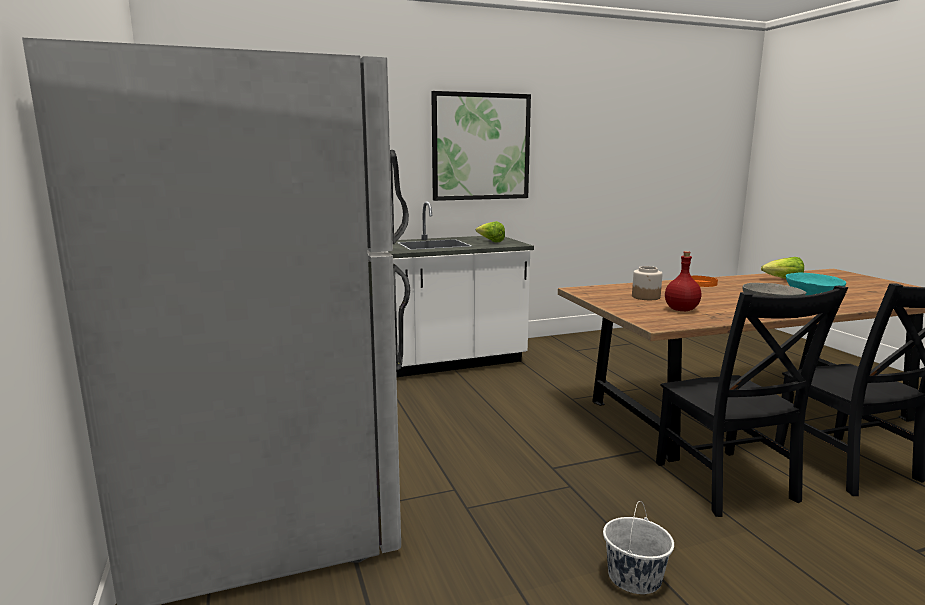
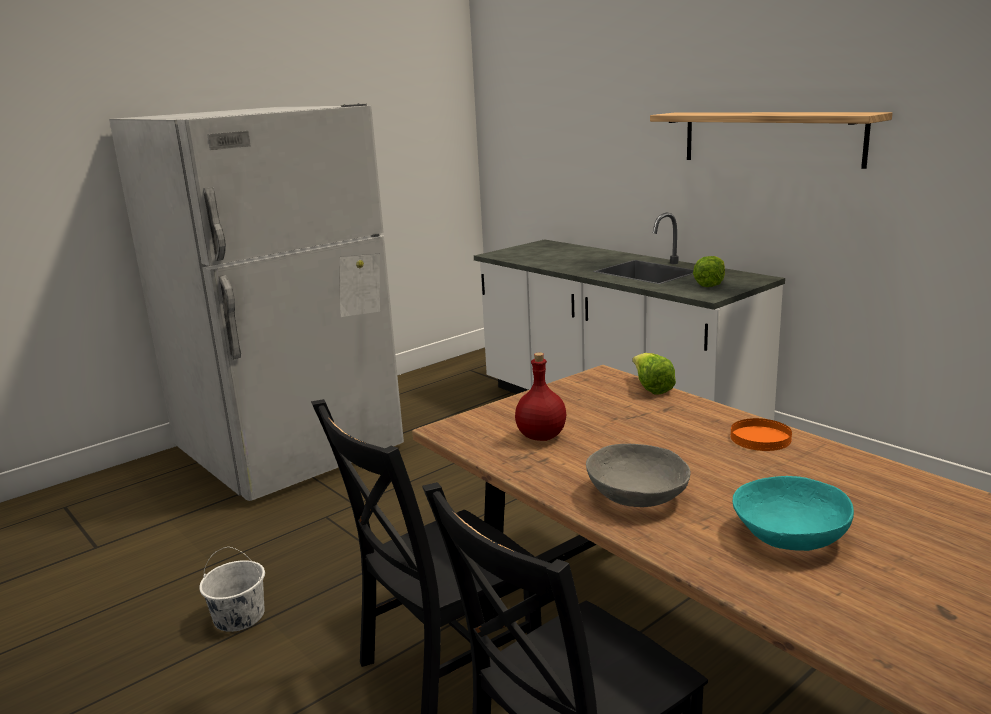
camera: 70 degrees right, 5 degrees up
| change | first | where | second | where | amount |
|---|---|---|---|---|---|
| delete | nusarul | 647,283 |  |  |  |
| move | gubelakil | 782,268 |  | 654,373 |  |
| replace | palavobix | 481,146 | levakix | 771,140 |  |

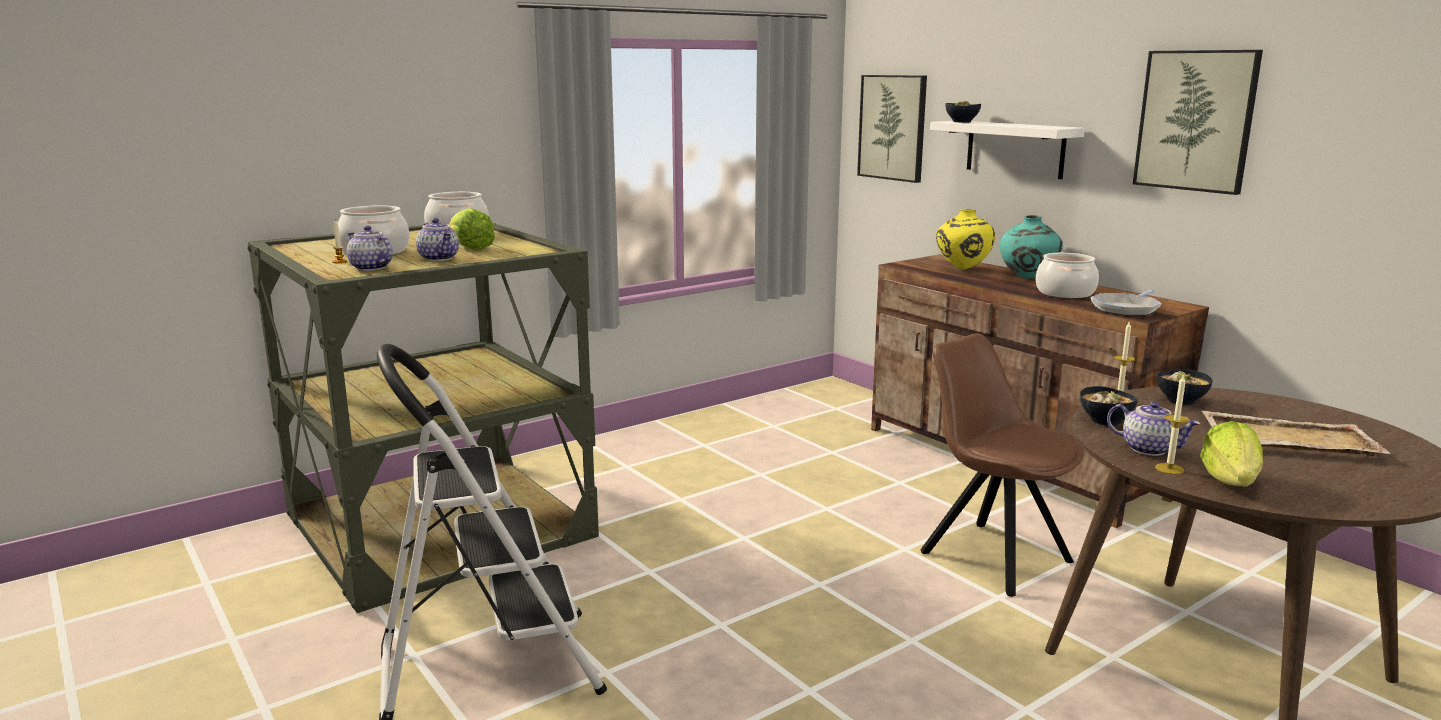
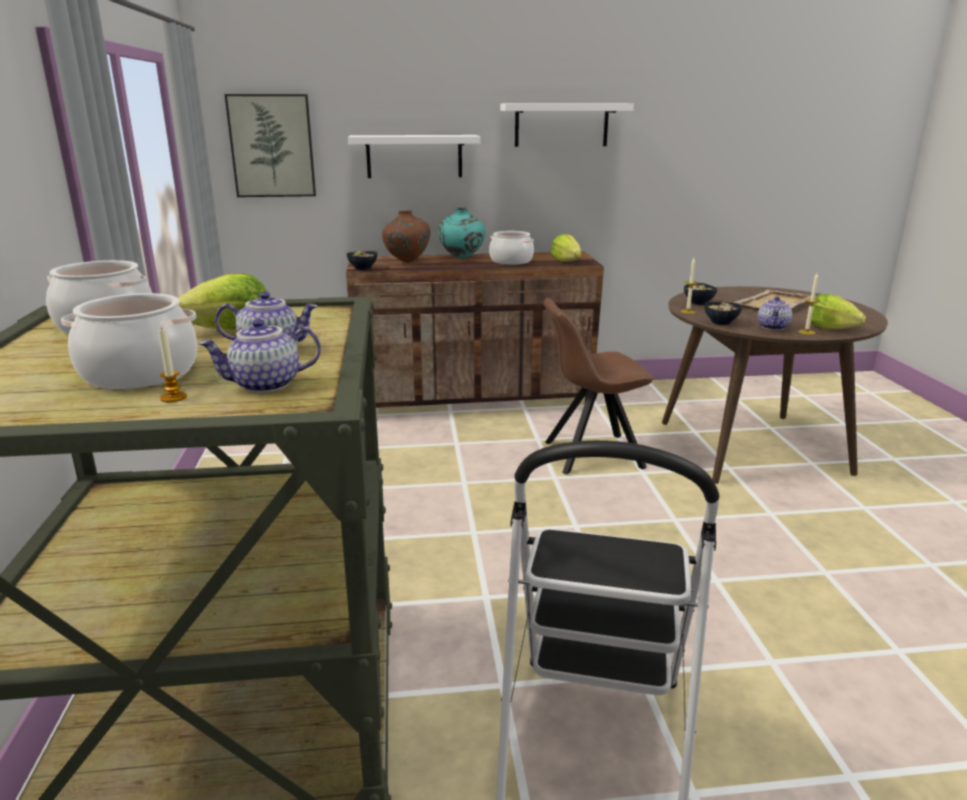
camera: 60 degrees left, 5 degrees up
| change | first | where | second | where | amount |
|---|---|---|---|---|---|
| move | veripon | 963,111 |  | 362,260 |  |
| replace | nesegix | 1126,302 | gubelakil | 566,248 |  |
| replace | palavobix | 1198,122 | white_levakix | 567,125 |  |
| recolor | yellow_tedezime | 965,239 | brown_tedezime | 406,236 |  |
| rotate | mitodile | 1153,428 |  | 775,313 | 135 degrees clockwise |

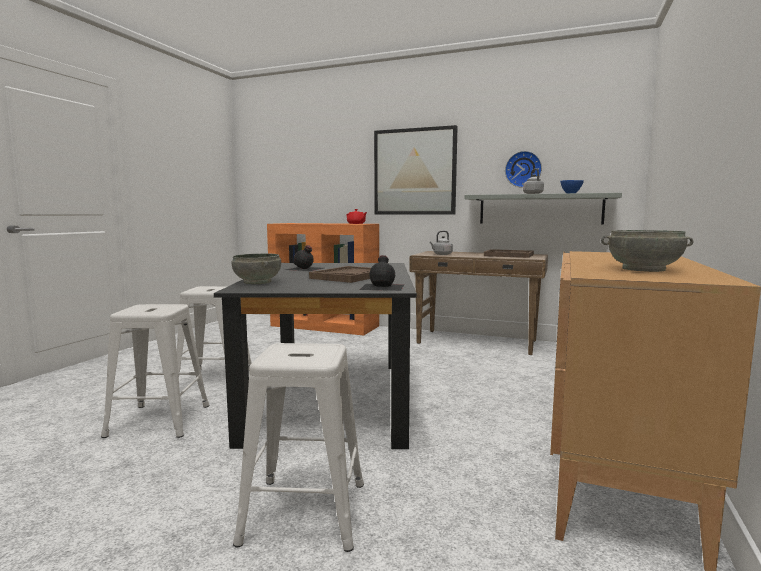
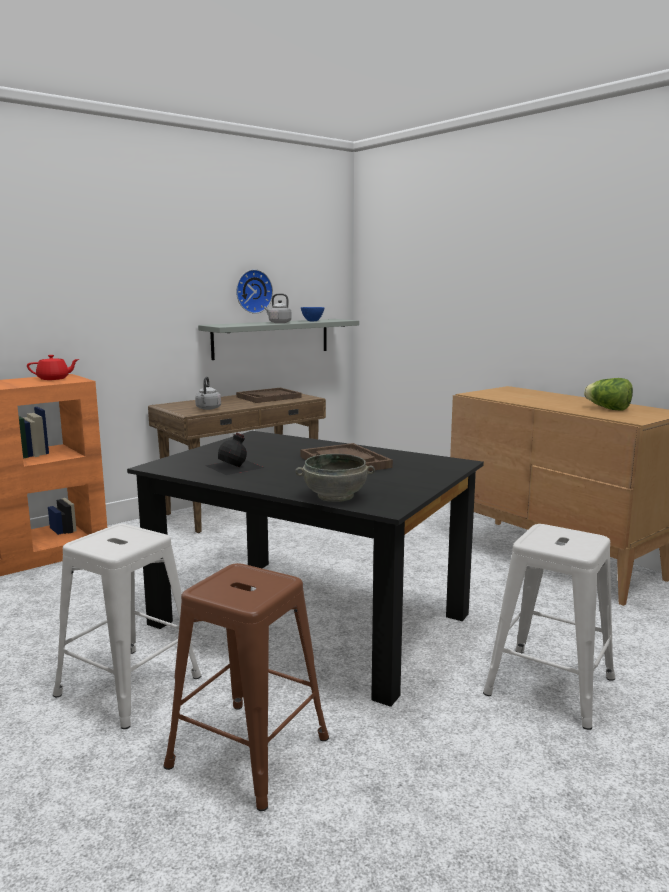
camera: 60 degrees left, 5 degrees up
| change | first | where | second | where | amount |
|---|---|---|---|---|---|
| delete | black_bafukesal | 382,273 |  |  |  |
| delete | palavobix | 416,170 |  |  |  |
| replace | grey_veripon | 647,251 | gubelakil | 608,394 |  |
| recolor | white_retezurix | 155,371 | brown_retezurix | 246,687 |  |

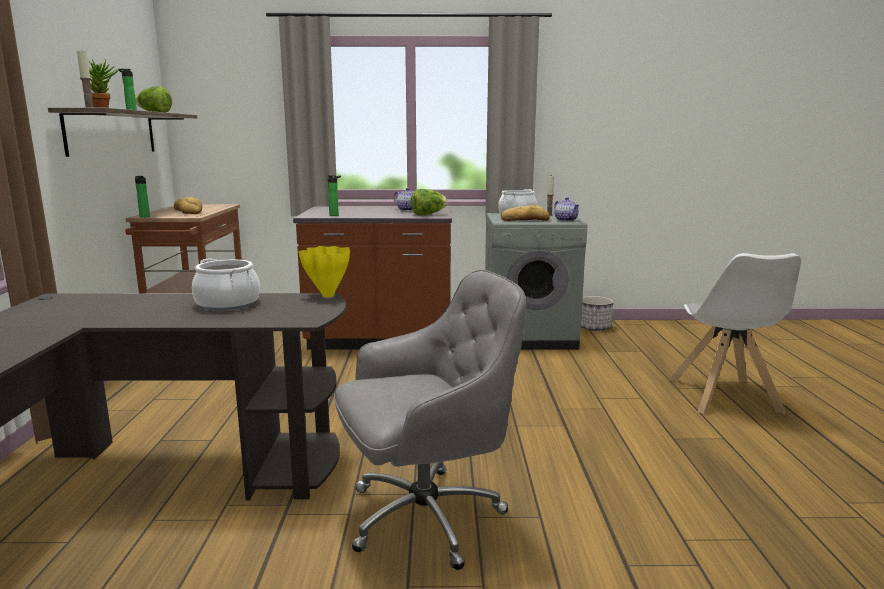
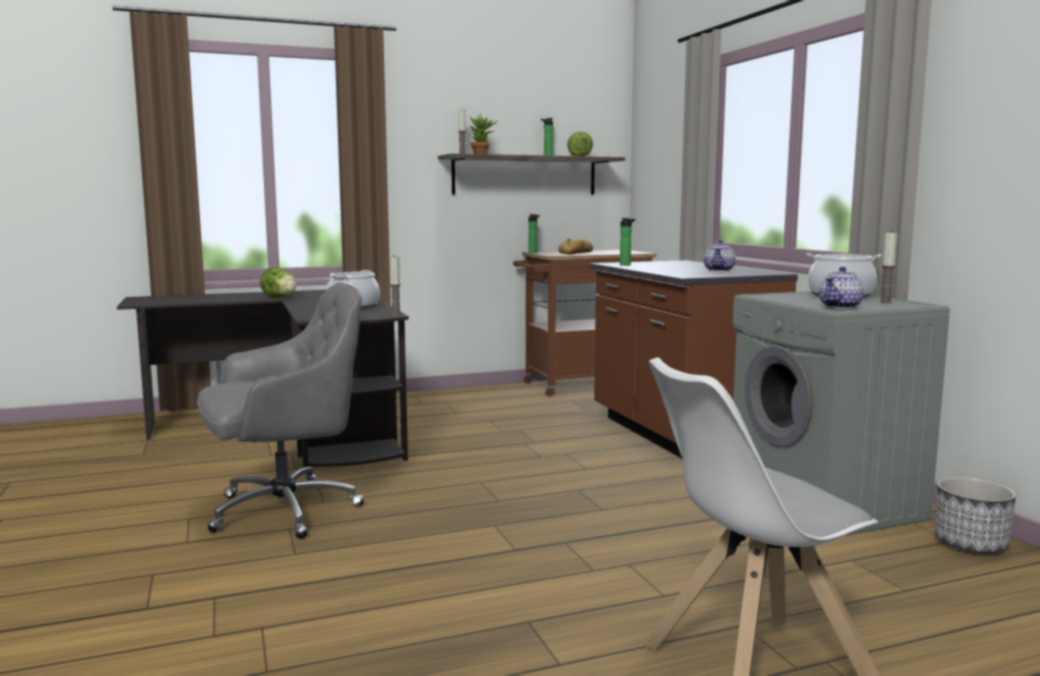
camera: 70 degrees right, 5 degrees down
| change | first | where | second | where | amount |
|---|---|---|---|---|---|
| delete | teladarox | 525,213 |  |  |  |
| move | gubelakil | 429,202 |  | 278,282 |  |
| replace | yellow_tedezime | 324,271 | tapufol | 395,285 |  |
| rotate | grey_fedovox | 430,420 |  | 280,411 | 75 degrees counterclockwise |

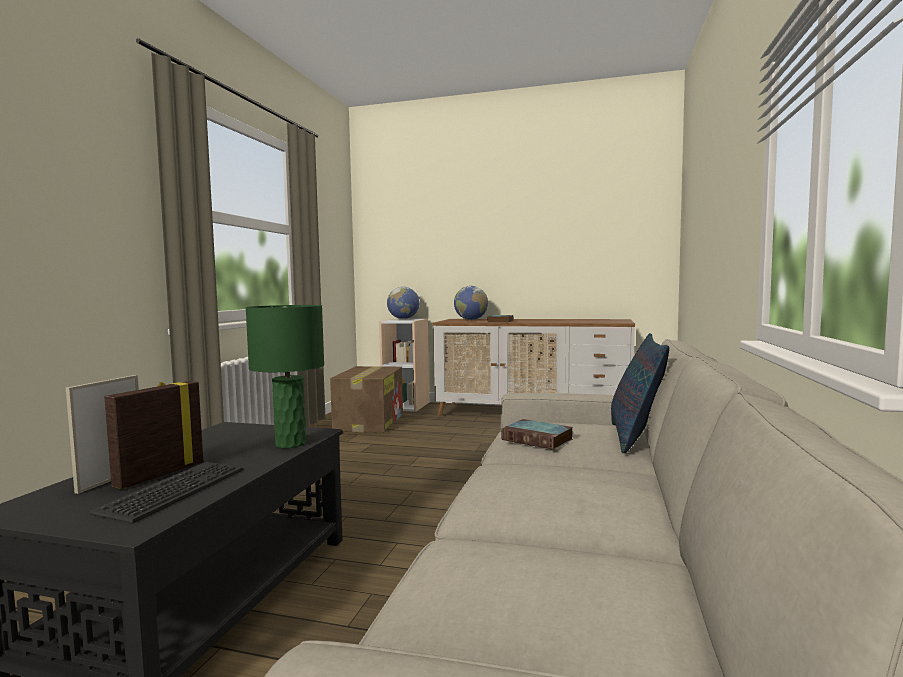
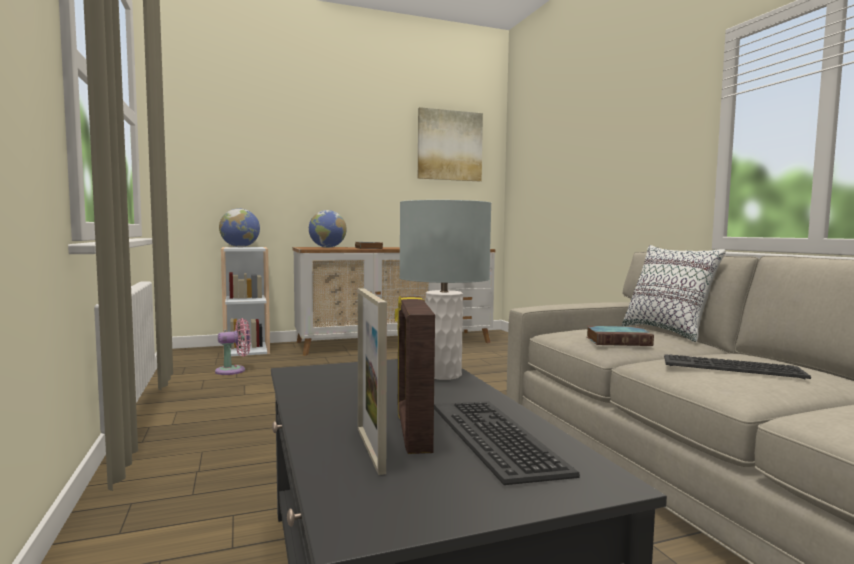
camera: 35 degrees left, 0 degrees up
| change | first | where | second | where | amount |
|---|---|---|---|---|---|
| insert |  |  | palavobix | 450,144 |  |
| insert |  |  | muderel | 737,366 |  |
| replace | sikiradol | 366,399 | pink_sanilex | 232,346 |  |
| recolor | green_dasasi | 285,376 | grey_dasasi | 445,290 |  |
| recolor | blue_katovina | 640,393 | white_katovina | 674,293 |  |

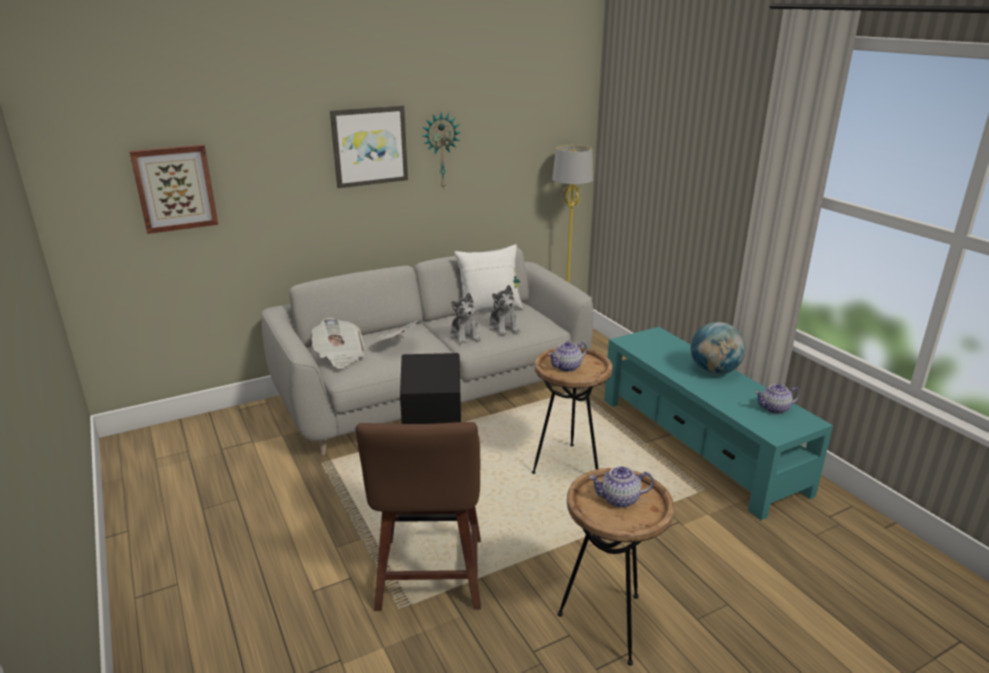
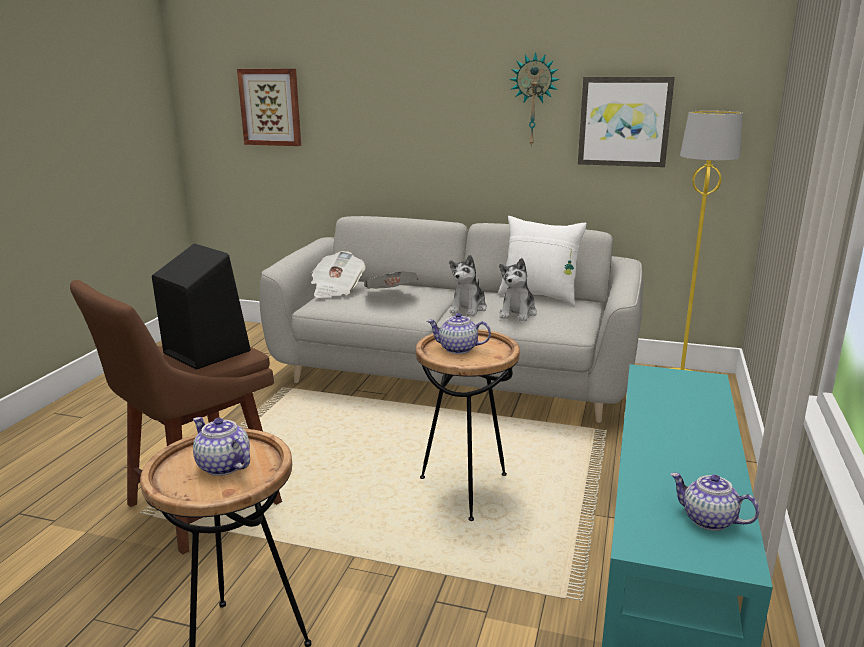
camera: 45 degrees right, 5 degrees down
| change | first | where | second | where | amount |
|---|---|---|---|---|---|
| delete | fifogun | 717,348 |  |  |  |
| move | palavobix | 369,146 |  | 626,122 |  |

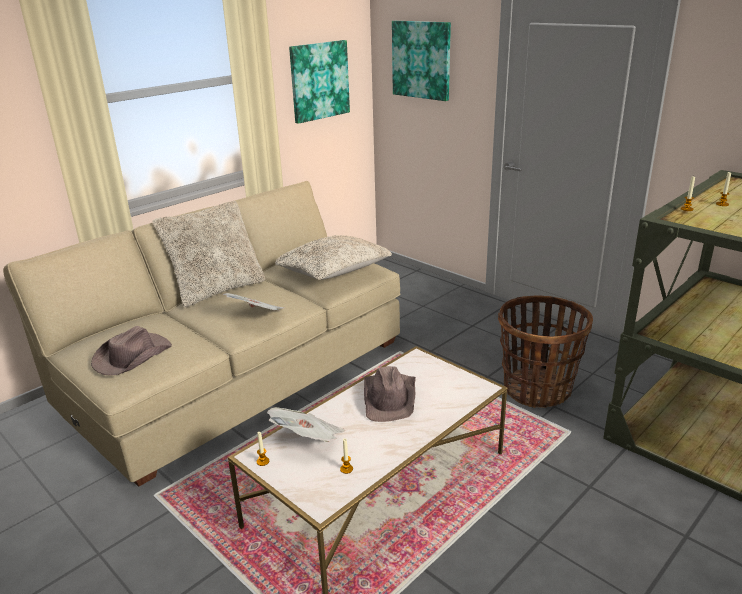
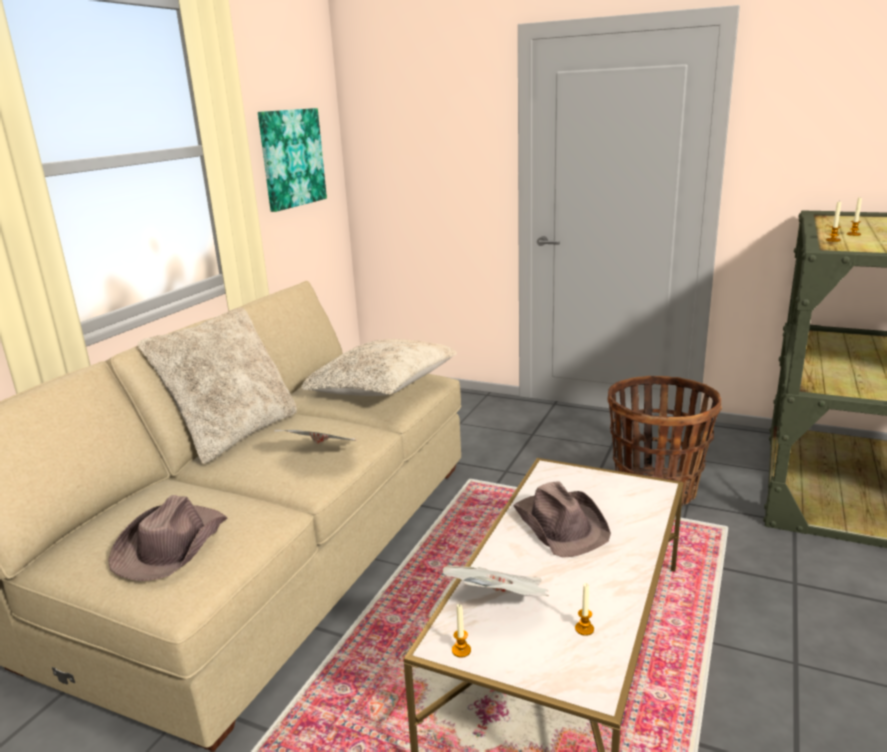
camera: 20 degrees left, 5 degrees down
| change | first | where | second | where | amount |
|---|---|---|---|---|---|
| delete | palavobix | 421,61 |  |  |  |

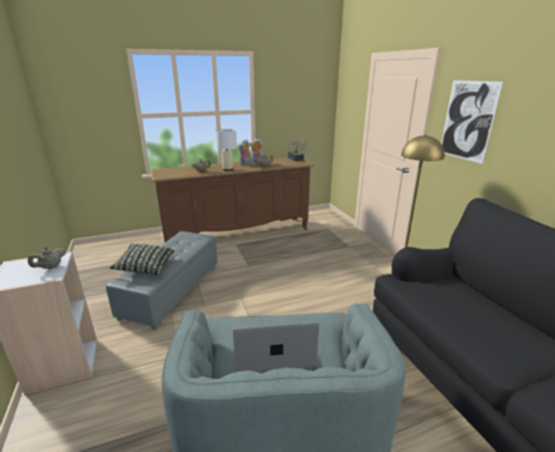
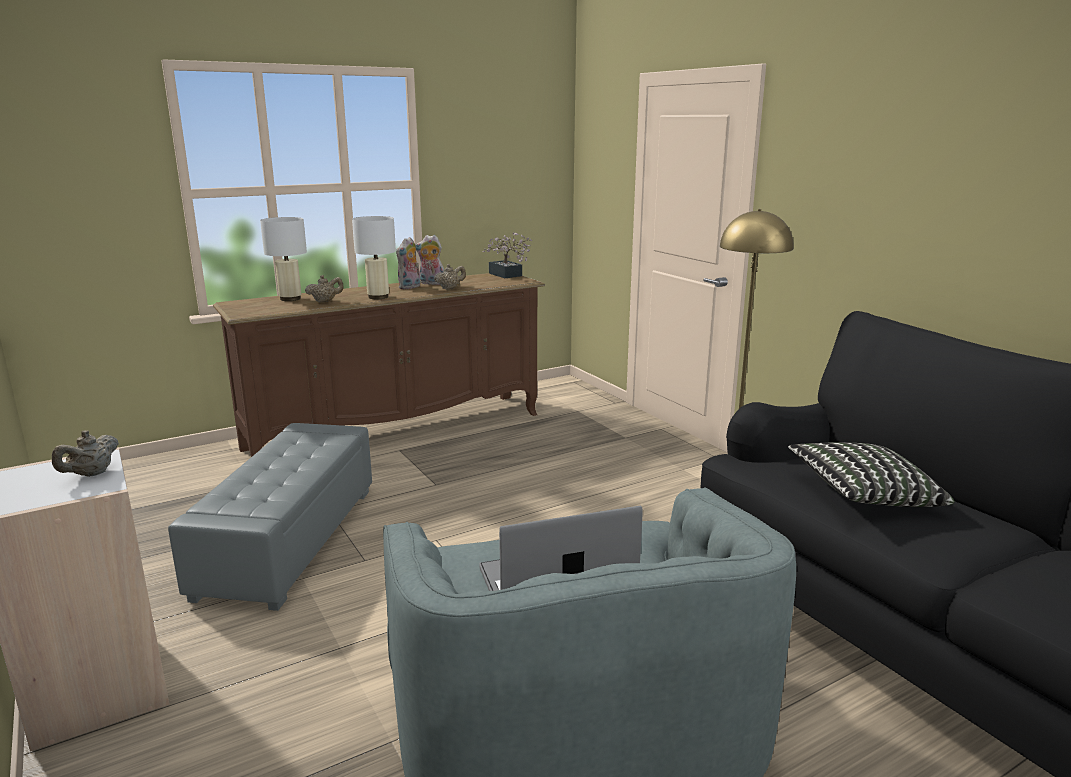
camera: 10 degrees left, 5 degrees down
| change | first | where | second | where | amount |
|---|---|---|---|---|---|
| delete | palavobix | 472,122 |  |  |  |
| insert |  |  | white_dasasi | 283,259 |  |
| move | katovina | 142,259 |  | 871,474 |  |

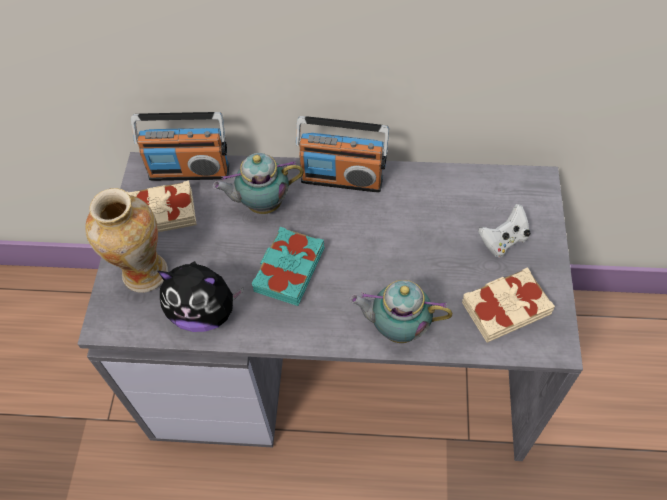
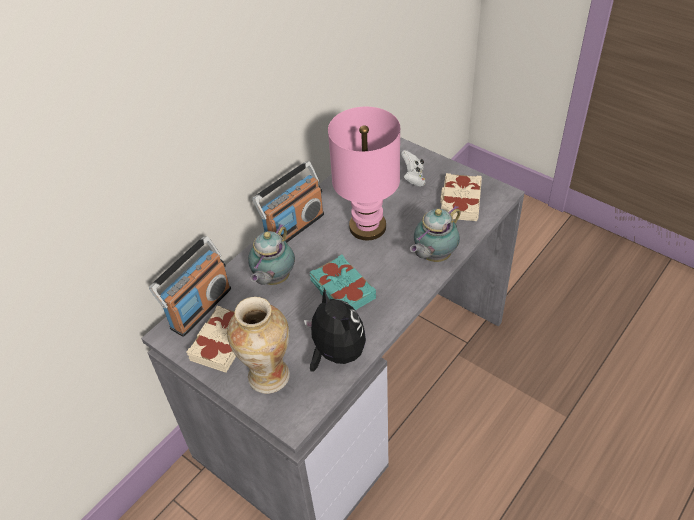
camera: 55 degrees left, 10 degrees down
| change | first | where | second | where | amount |
|---|---|---|---|---|---|
| insert |  |  | pink_dasasi | 364,173 |  |
| rotate | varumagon | 200,296 |  | 335,329 | 75 degrees counterclockwise |

